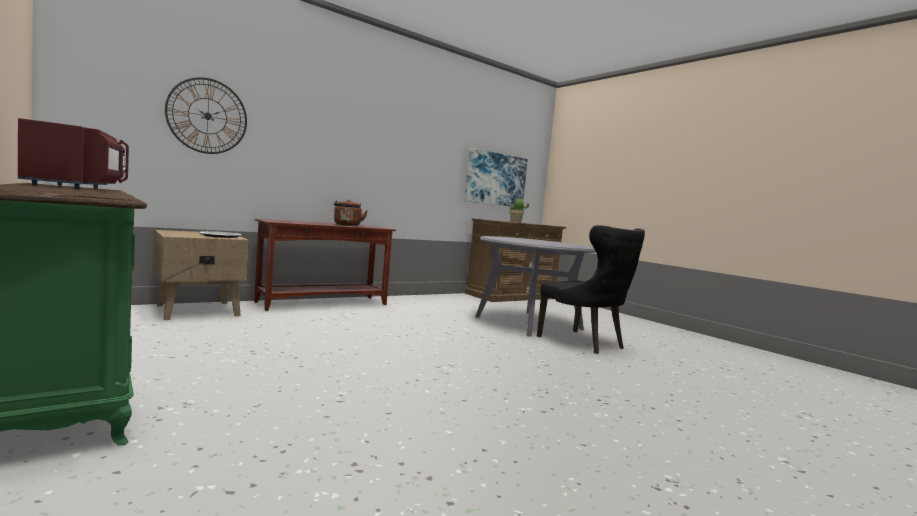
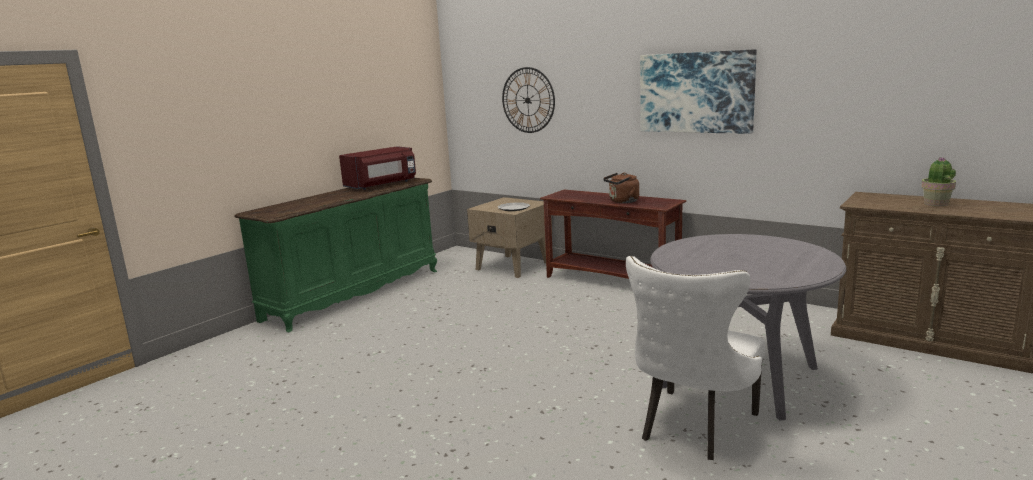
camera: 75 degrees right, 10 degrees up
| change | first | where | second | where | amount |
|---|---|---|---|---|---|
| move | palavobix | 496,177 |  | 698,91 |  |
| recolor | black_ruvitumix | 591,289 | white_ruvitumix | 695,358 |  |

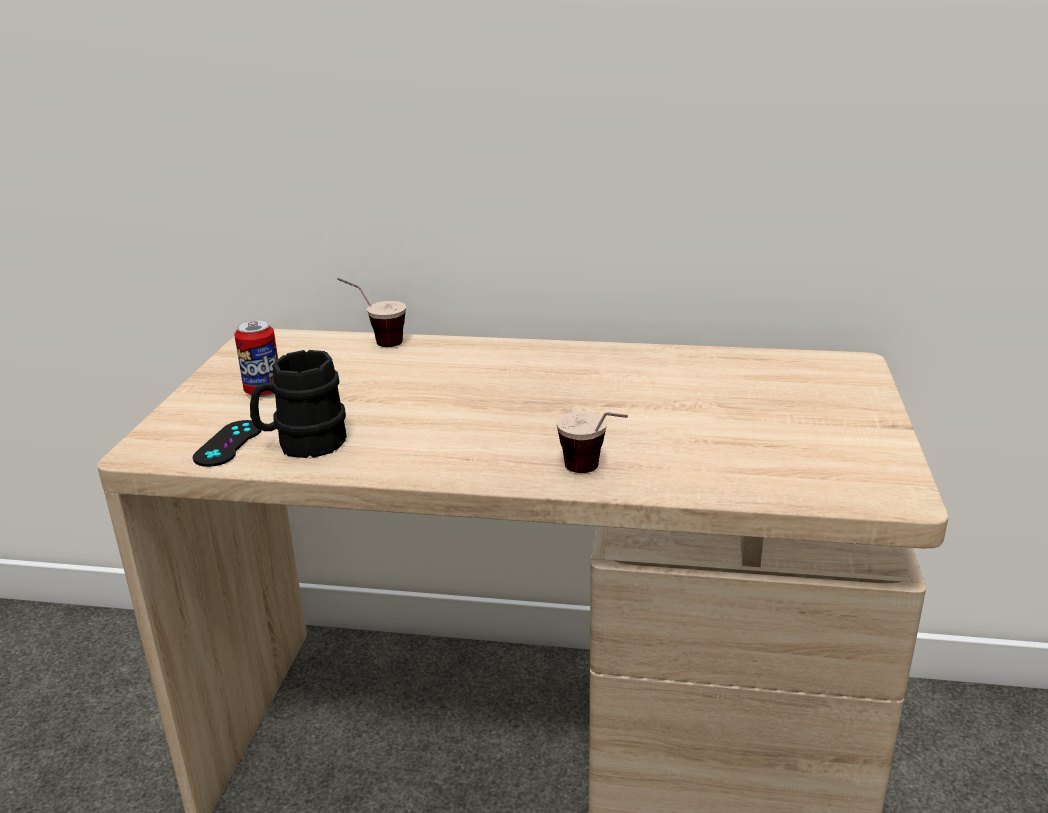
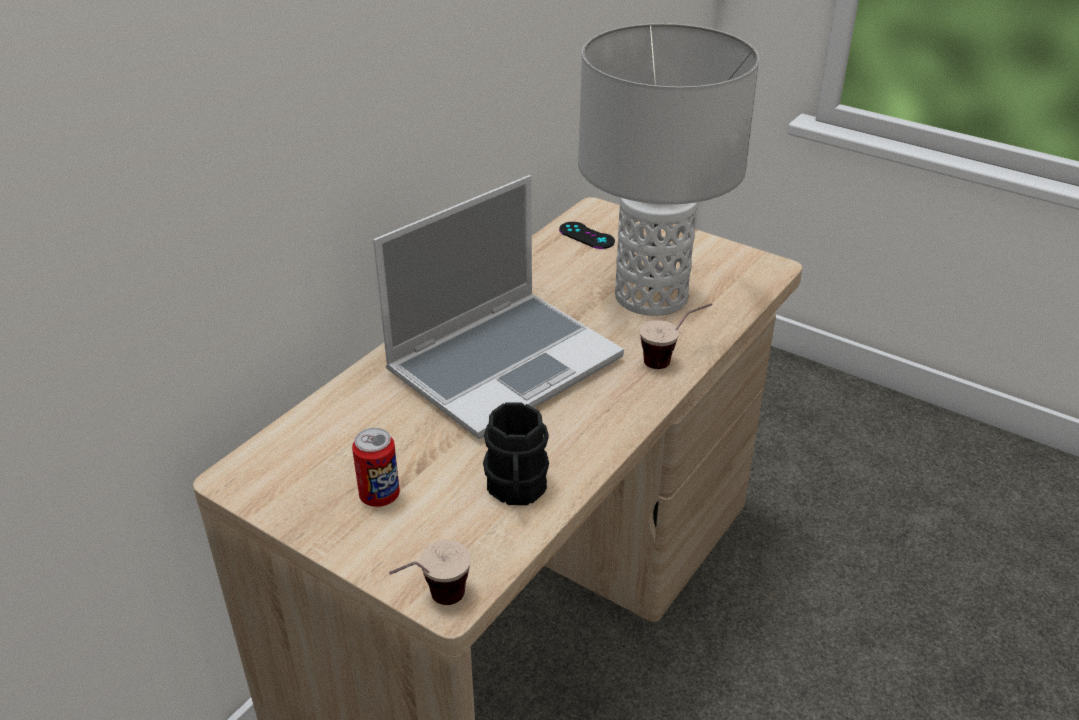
camera: 65 degrees left, 10 degrees up
| change | first | where | second | where | amount |
|---|---|---|---|---|---|
| insert |  |  | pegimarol | 498,307 |  |
| insert |  |  | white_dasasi | 668,169 |  |
| move | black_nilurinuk | 227,443 |  | 587,235 |  |
| move | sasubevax | 371,312 |  | 430,572 |  |

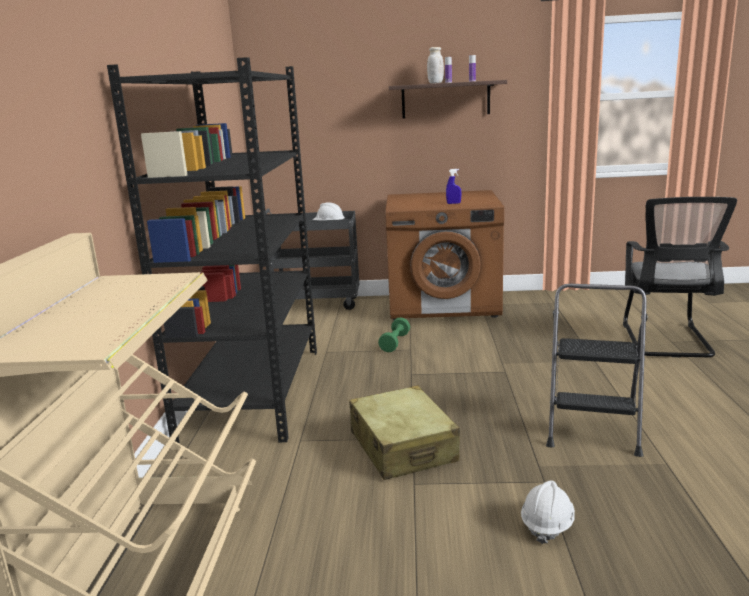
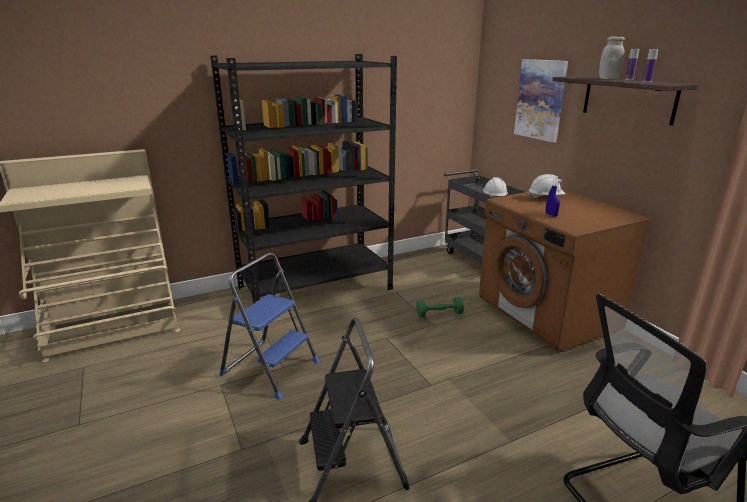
camera: 60 degrees right, 5 degrees up
| change | first | where | second | where | amount |
|---|---|---|---|---|---|
| insert |  |  | palavobix | 541,101 |  |
| move | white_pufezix | 548,512 |  | 547,186 |  |
| replace | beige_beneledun | 404,432 | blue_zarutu | 270,326 |  |

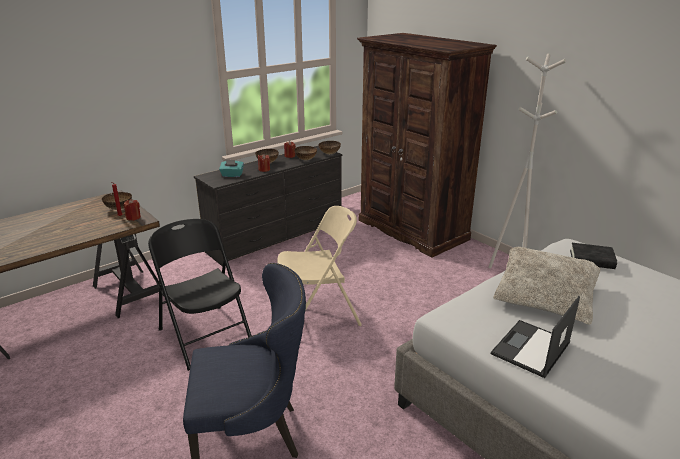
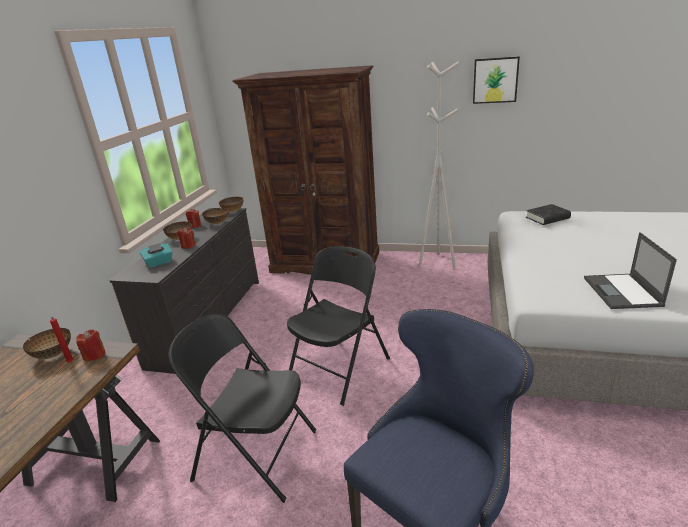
camera: 35 degrees left, 0 degrees up
| change | first | where | second | where | amount |
|---|---|---|---|---|---|
| delete | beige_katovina | 546,286 |  |  |  |
| insert |  |  | palavobix | 496,80 |  |
| recolor | beige_ruvitumix | 320,266 | black_ruvitumix | 338,326 |  |

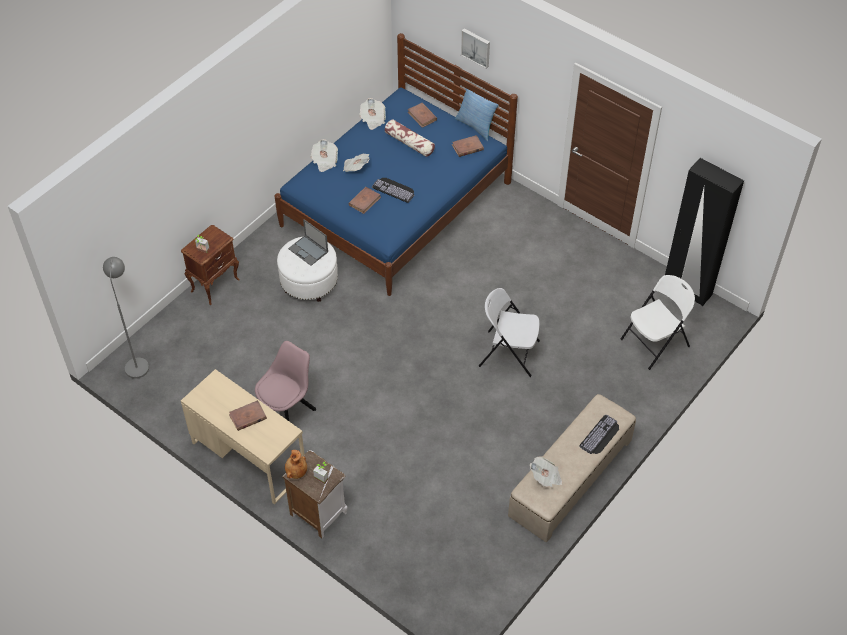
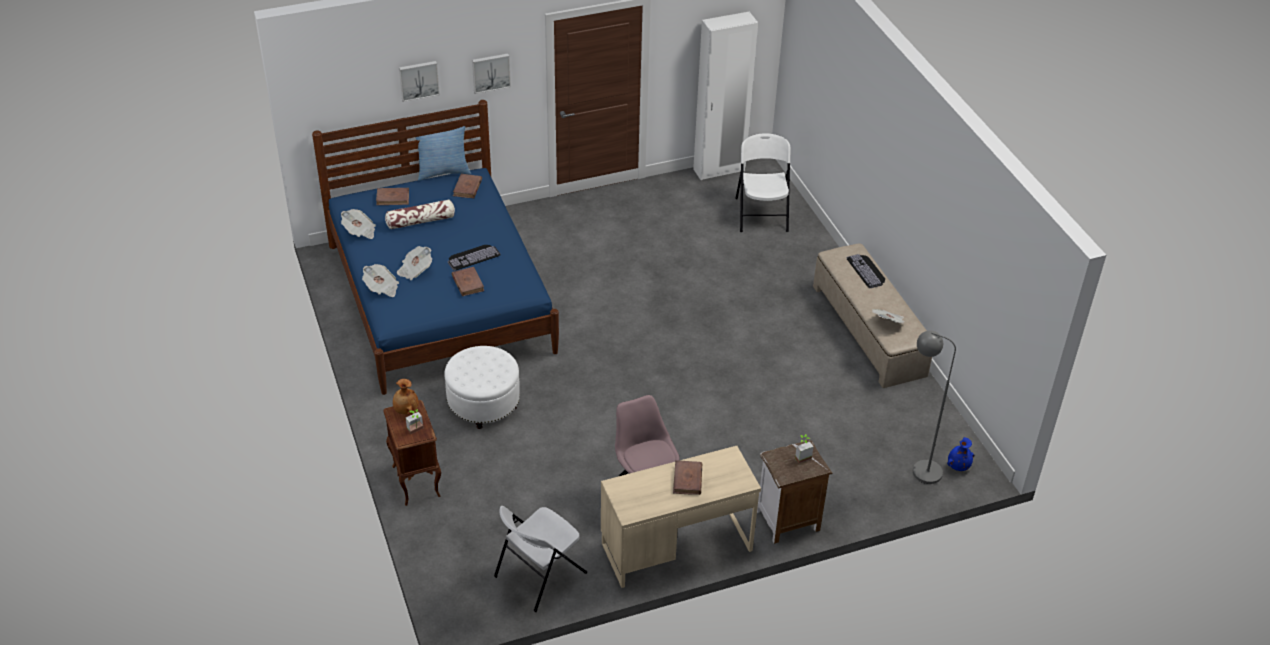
camera: 60 degrees left, 10 degrees down
| change | first | where | second | where | amount |
|---|---|---|---|---|---|
| delete | pegimarol | 308,242 |  |  |  |
| insert |  |  | palavobix | 491,74 |  |
| insert |  |  | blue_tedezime | 960,454 |  |
| move | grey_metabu | 126,318 |  | 934,407 |  |
| move | brown_tedezime | 296,464 |  | 406,396 |  |
| move | white_ruvitumix | 509,332 |  | 540,559 |  |
| recolor | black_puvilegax | 704,232 | white_puvilegax | 725,96 |  |

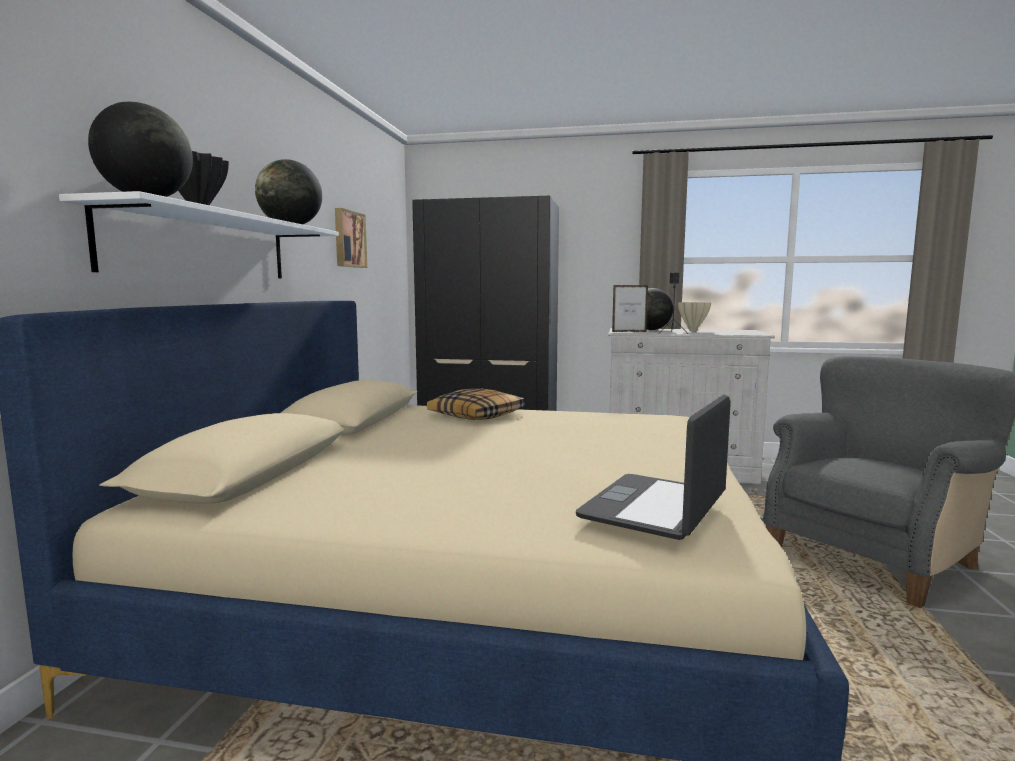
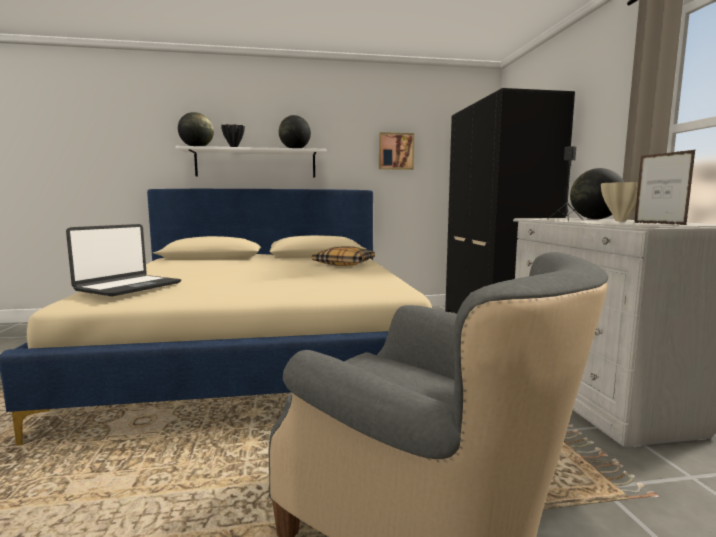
camera: 70 degrees right, 0 degrees up
| change | first | where | second | where | amount |
|---|---|---|---|---|---|
| move | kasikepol | 630,308 |  | 664,187 |  |
| rotate | pegimarol | 653,467 |  | 123,260 | 105 degrees clockwise |

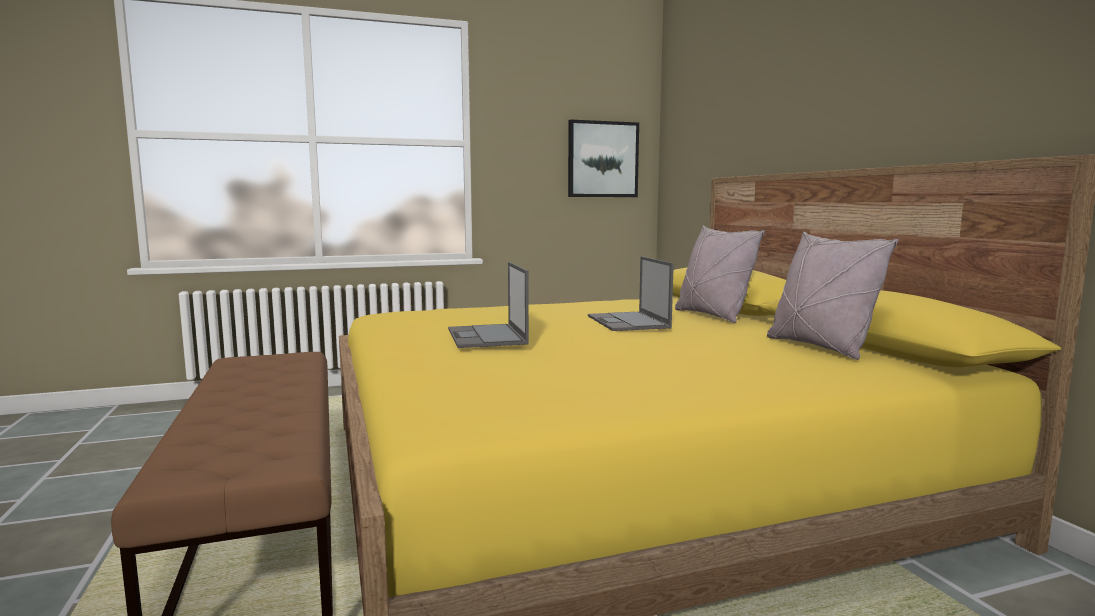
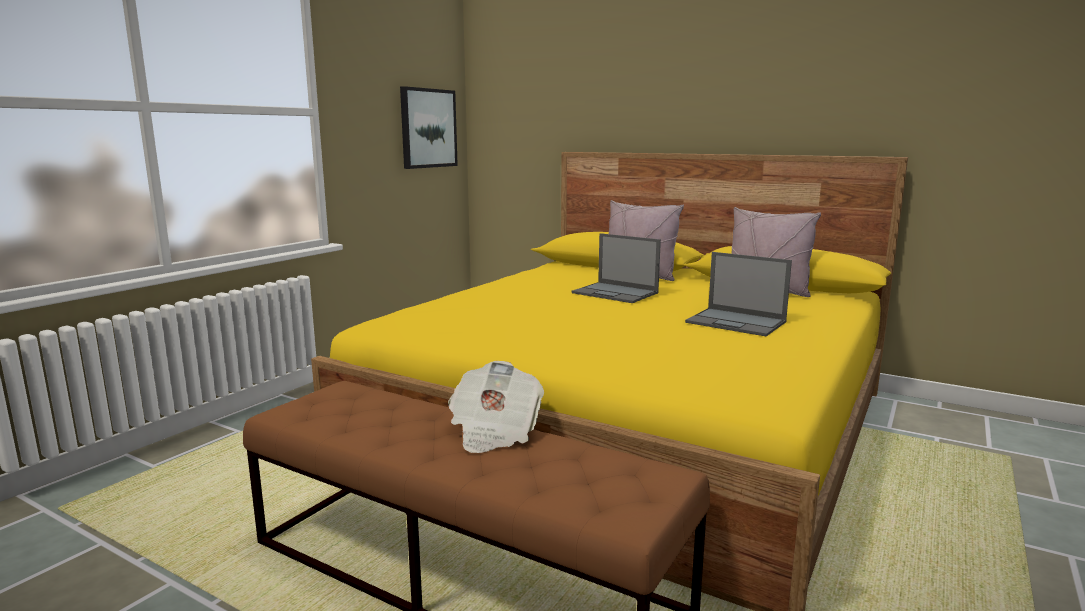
camera: 40 degrees left, 5 degrees up
| change | first | where | second | where | amount |
|---|---|---|---|---|---|
| insert |  |  | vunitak | 496,407 |  |
| move | pegimarol | 488,305 |  | 738,294 |  |

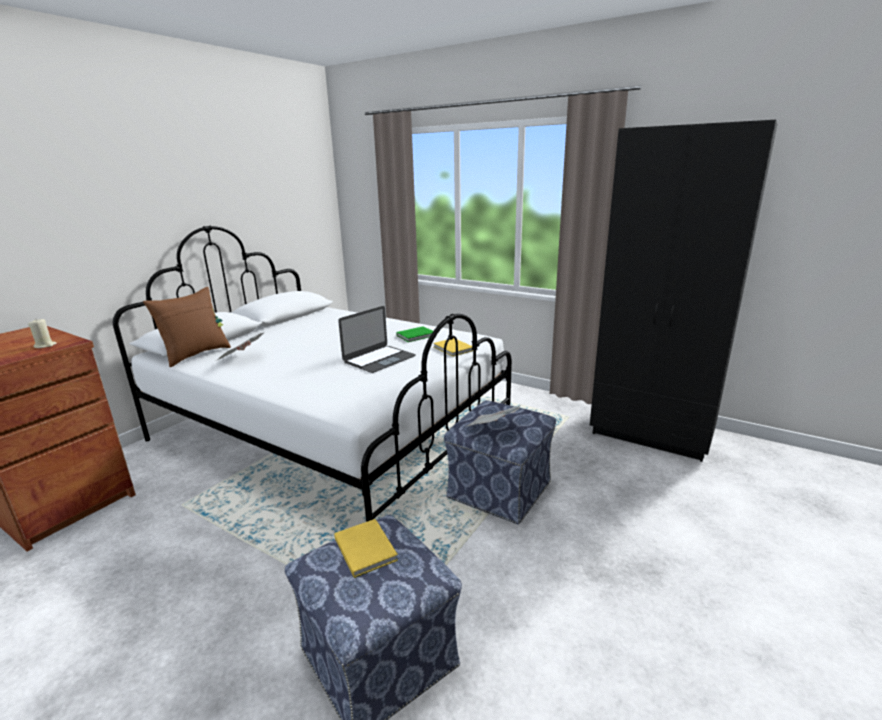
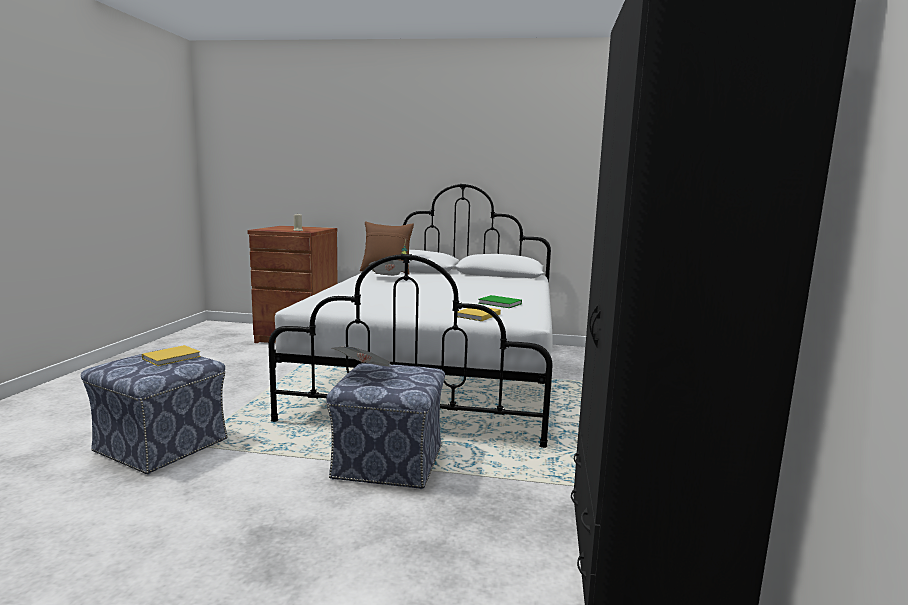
camera: 65 degrees right, 10 degrees down
| change | first | where | second | where | amount |
|---|---|---|---|---|---|
| delete | pegimarol | 377,339 |  |  |  |

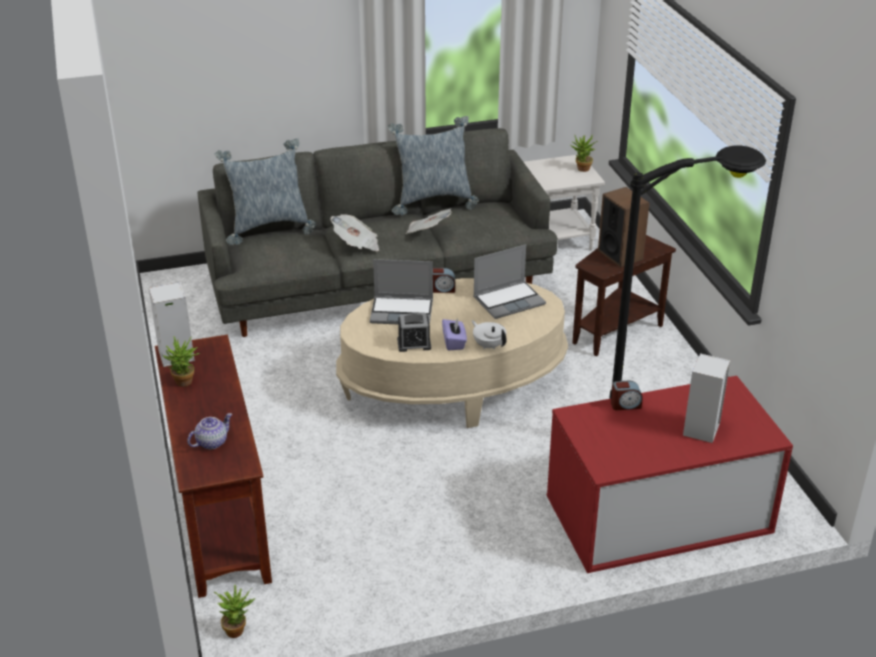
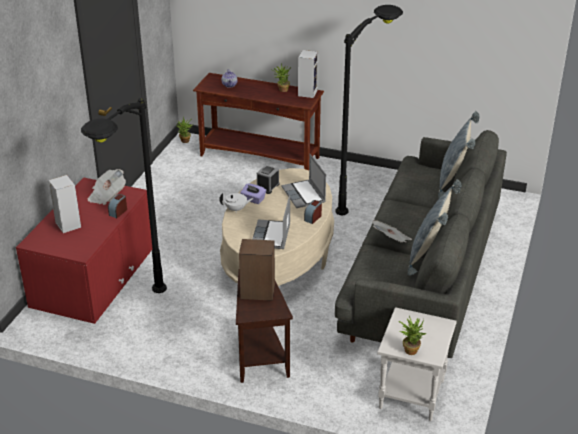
camera: 125 degrees right, 0 degrees up
| change | first | where | second | where | amount |
|---|---|---|---|---|---|
| insert |  |  | black_metabu | 369,110 |  |
| move | vunitak | 354,232 |  | 107,187 |  |
| rotate | pegimarol | 401,291 |  | 303,181 | 60 degrees counterclockwise |

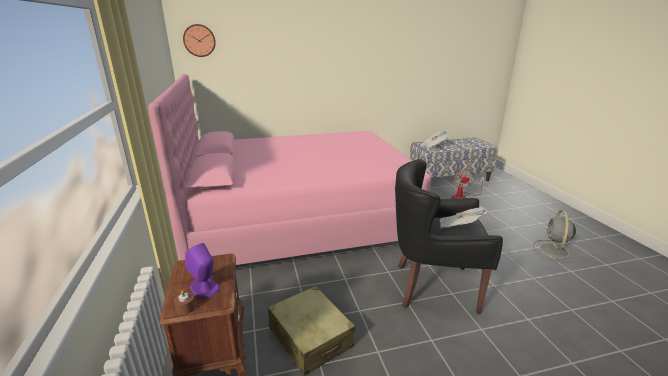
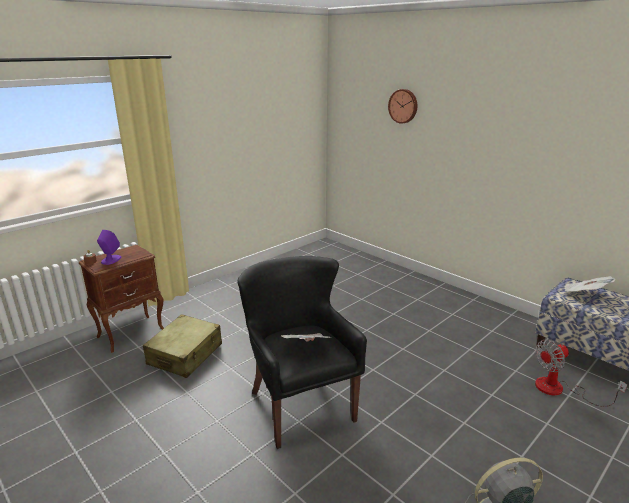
camera: 60 degrees right, 0 degrees up
| change | first | where | second | where | amount |
|---|---|---|---|---|---|
| delete | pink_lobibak | 290,169 |  |  |  |
| move | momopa | 199,40 |  | 402,106 |  |

